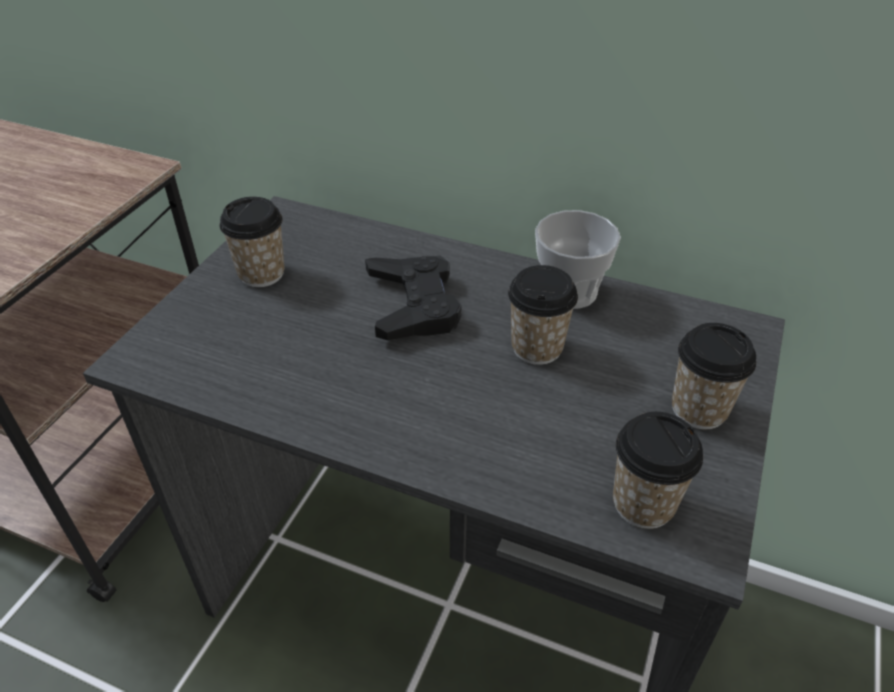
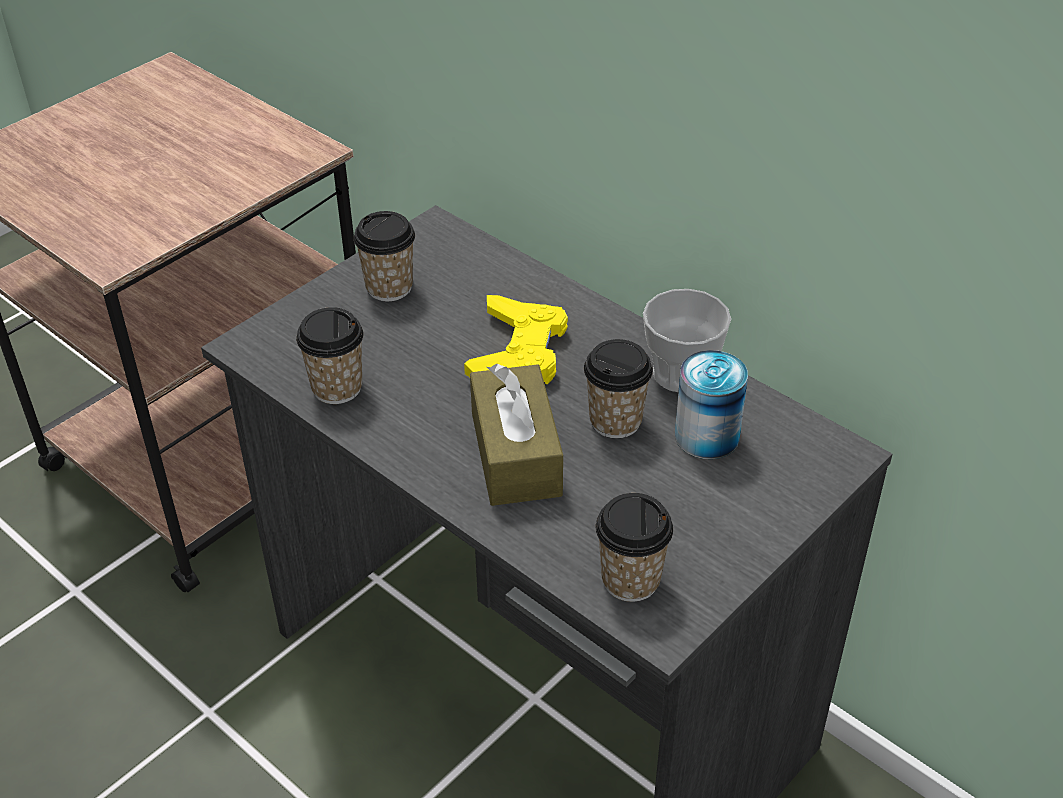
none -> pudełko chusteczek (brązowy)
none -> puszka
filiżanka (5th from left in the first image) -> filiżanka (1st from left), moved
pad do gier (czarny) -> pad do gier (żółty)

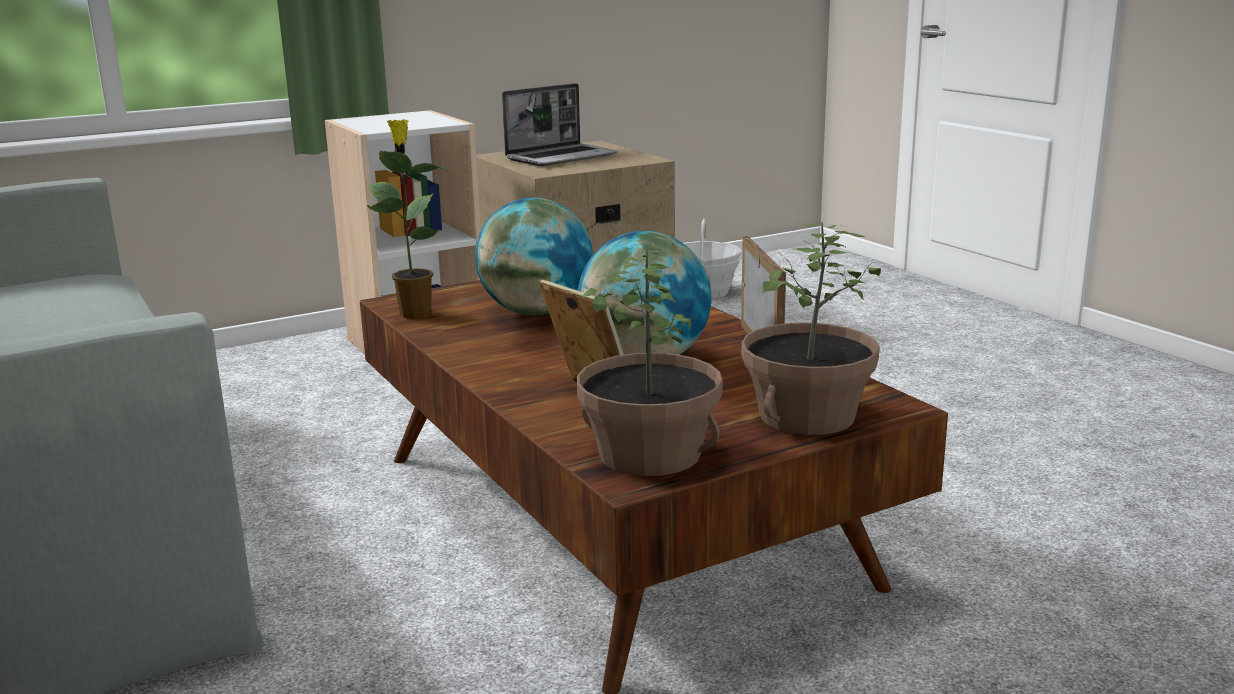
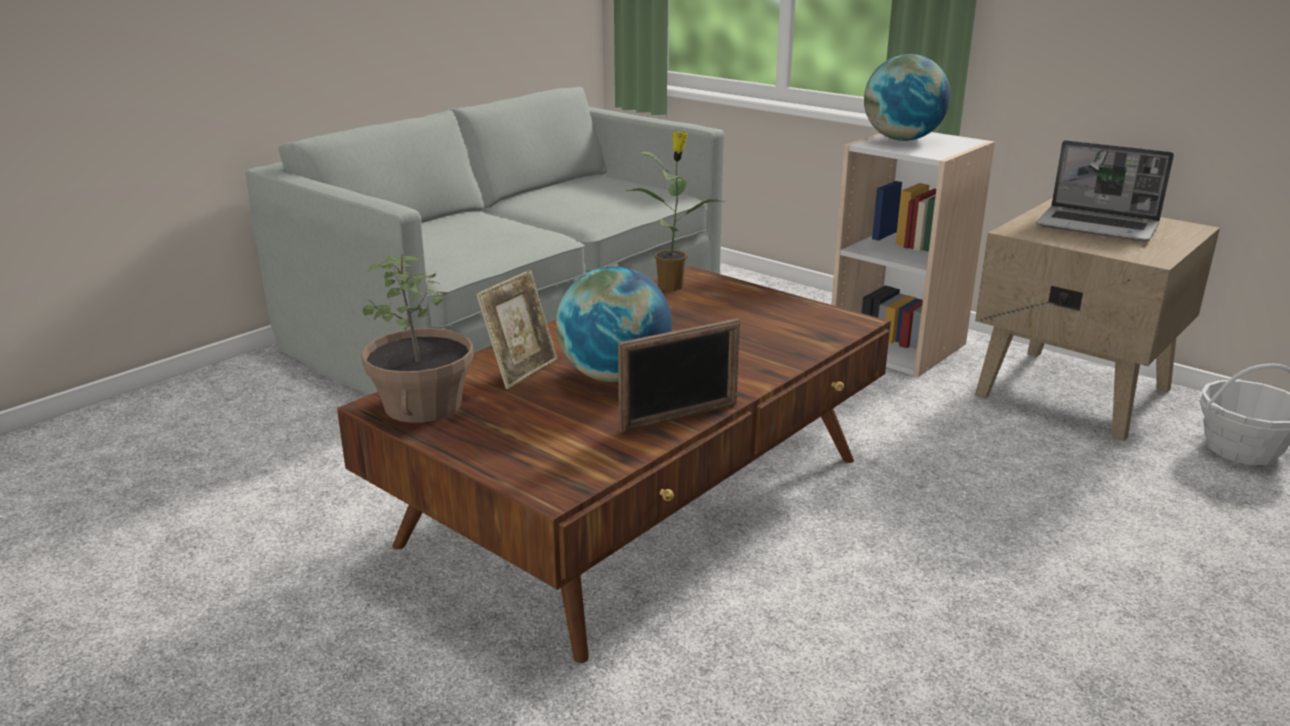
roślina doniczkowa (3rd from left) -> none
globus (1st from left in the first image) -> globus (2nd from left), moved

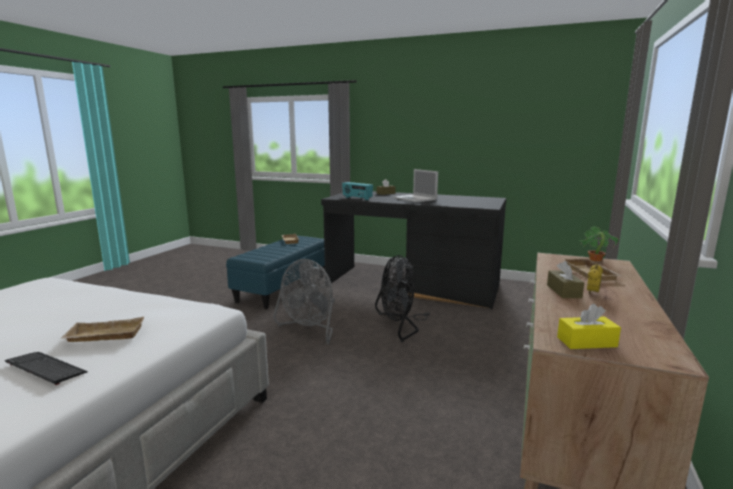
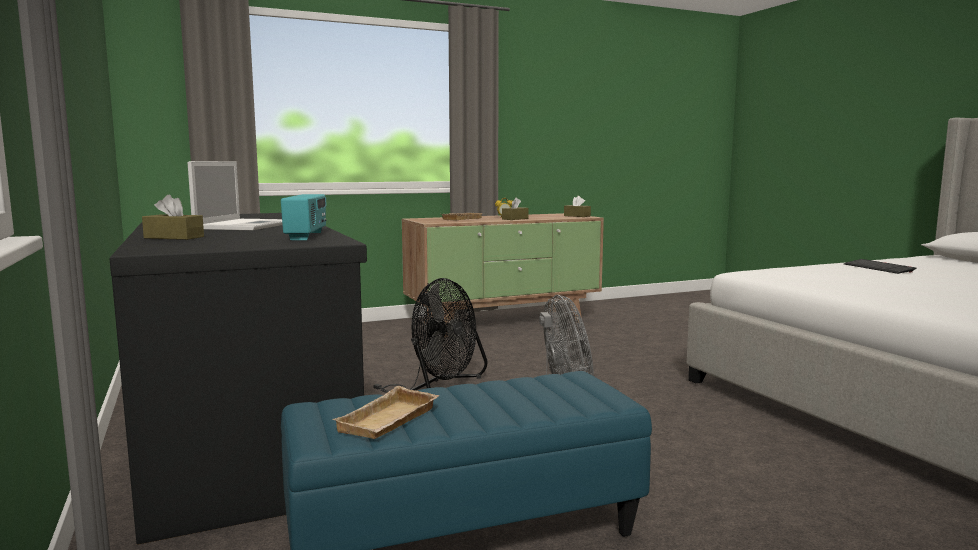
taca (beżowy) (1st from left) -> none
roślina doniczkowa -> none
pudełko chusteczek (żółty) -> pudełko chusteczek (brązowy) (3rd from left)

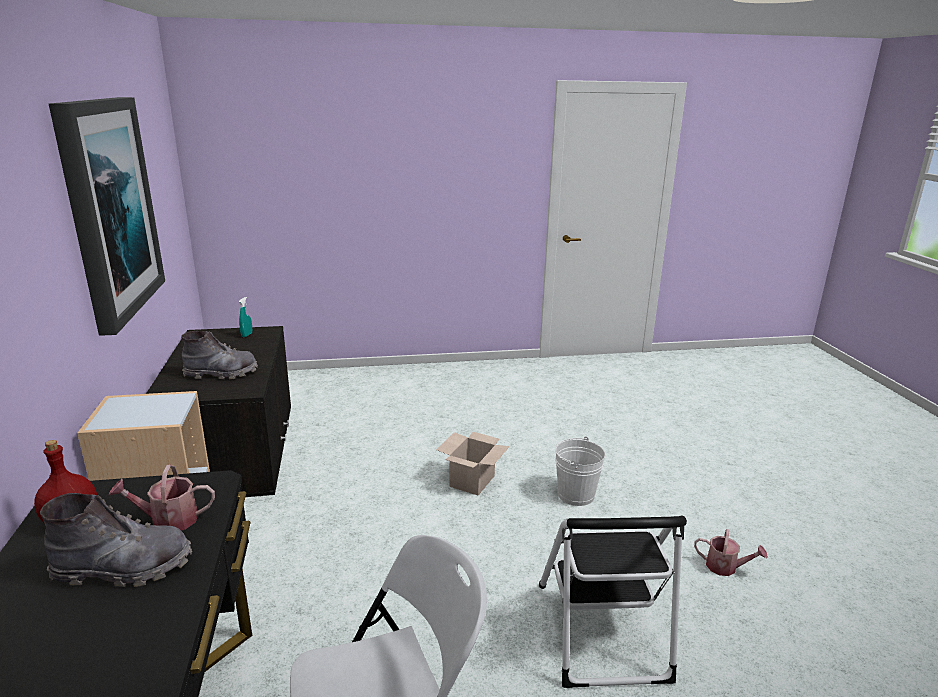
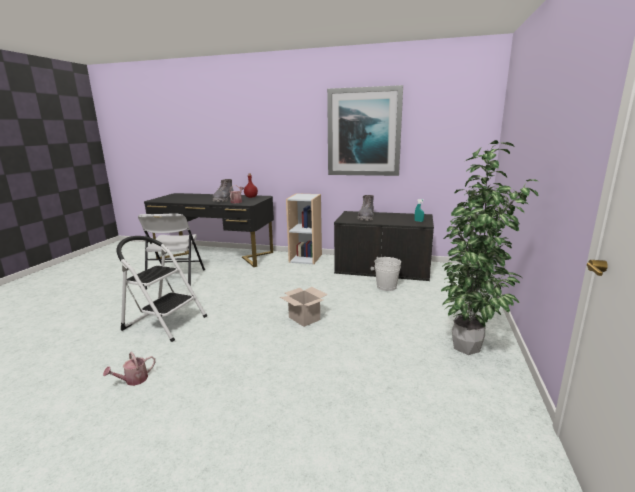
none -> roślina doniczkowa
wiadro (biały), moved

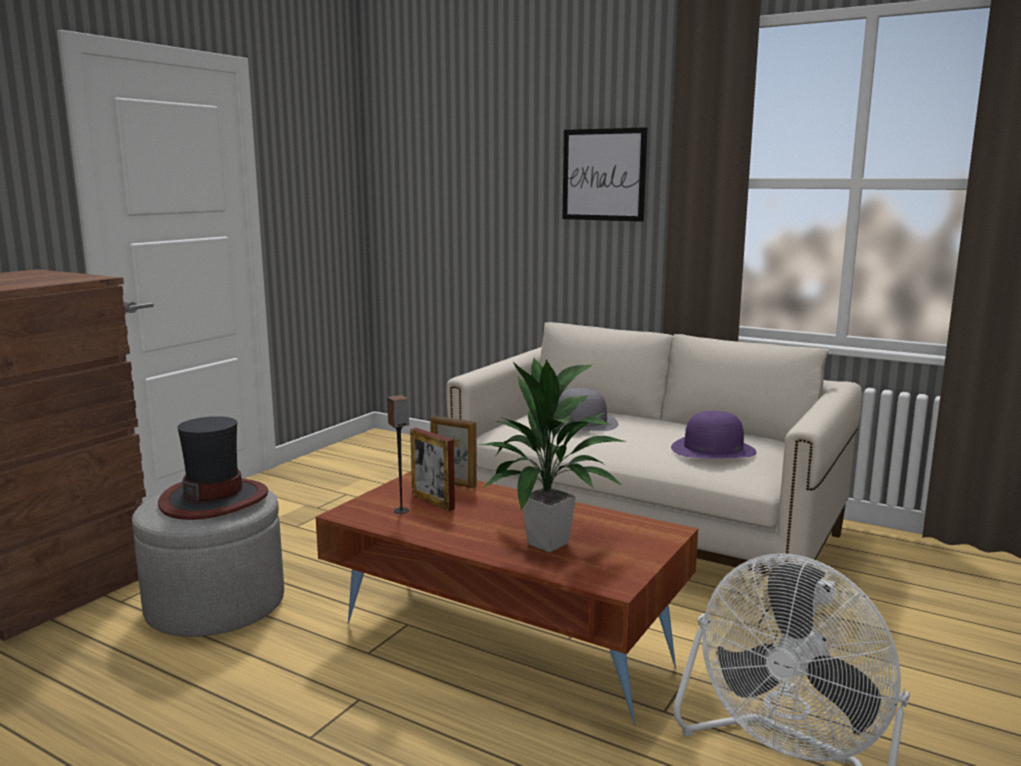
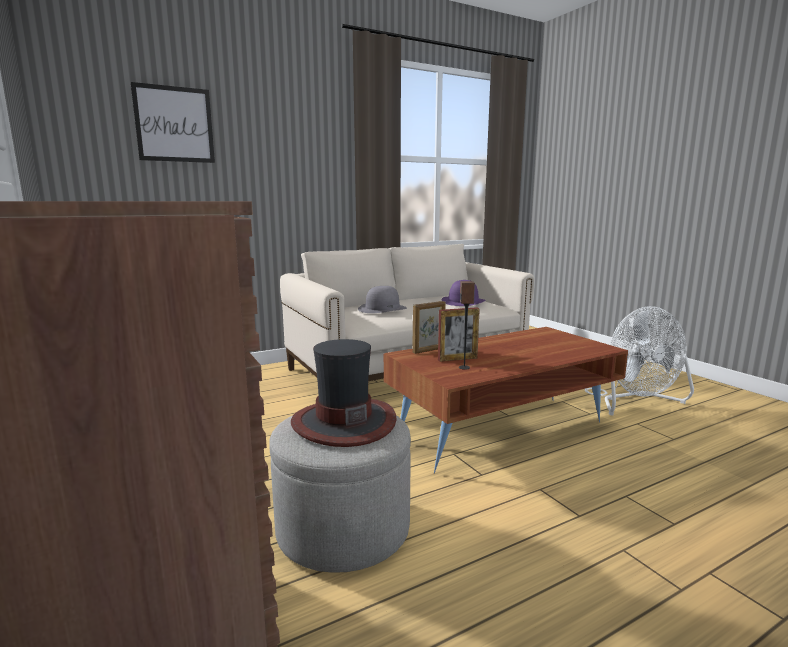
roślina doniczkowa -> none
obraz, moved

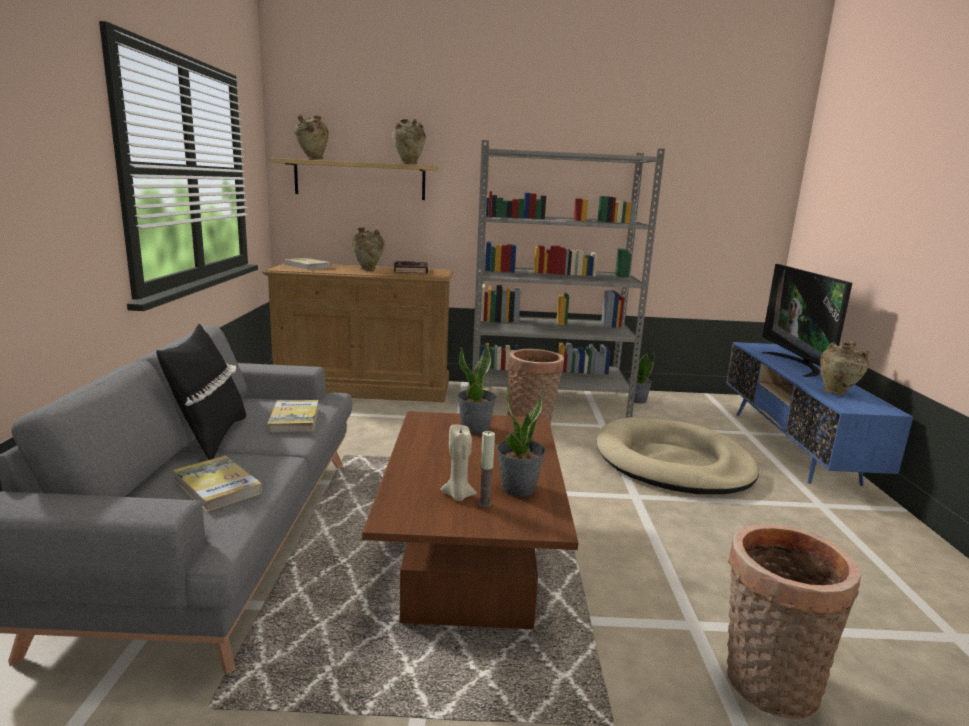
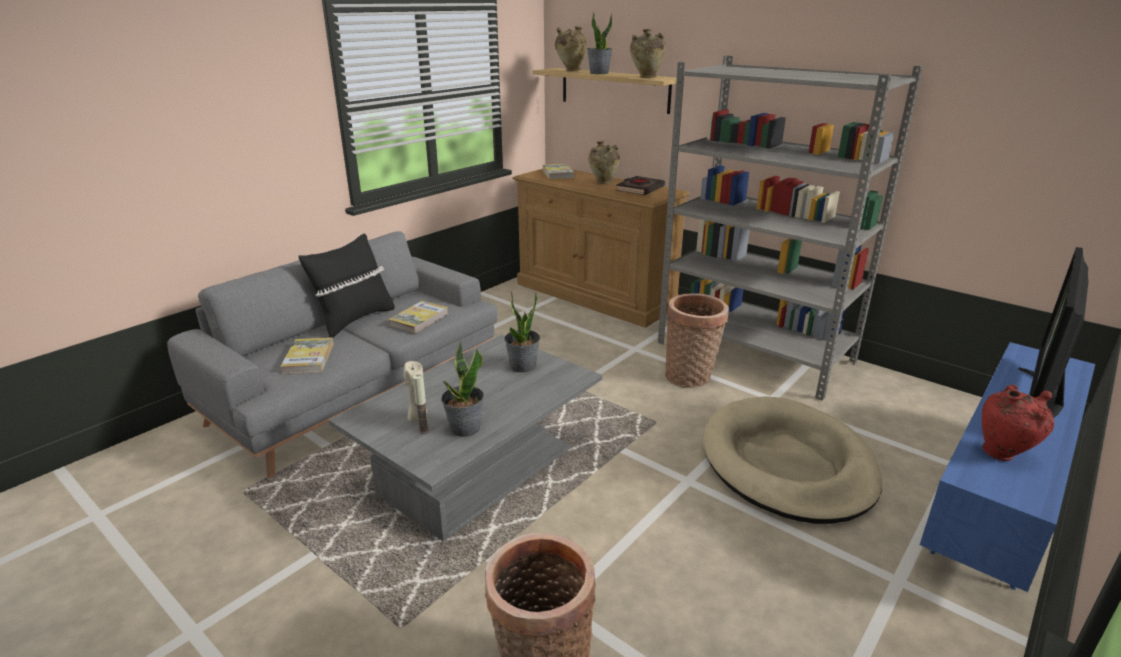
roślina doniczkowa (3rd from left), moved
ława (brązowy) -> ława (szary)
wazon (beżowy) (4th from left) -> wazon (czerwony)

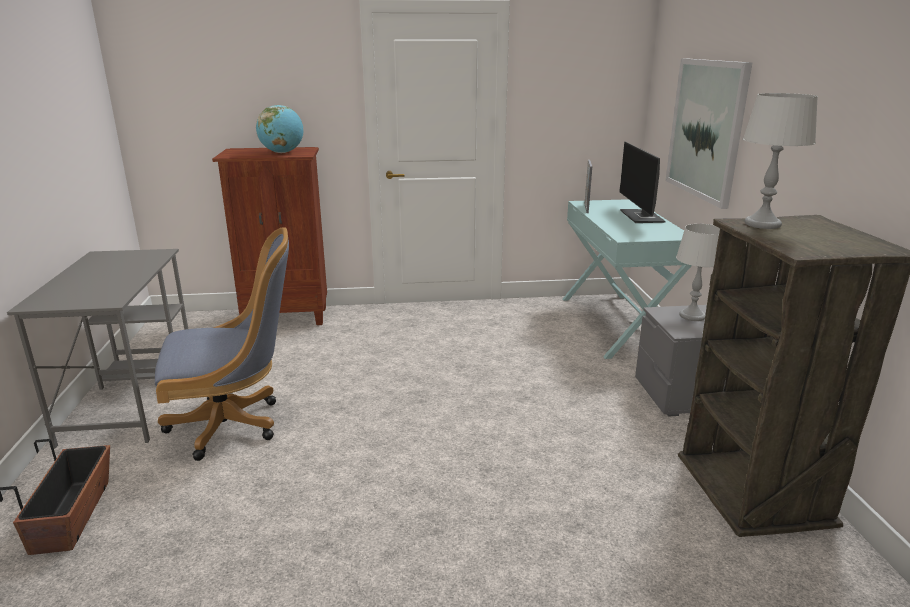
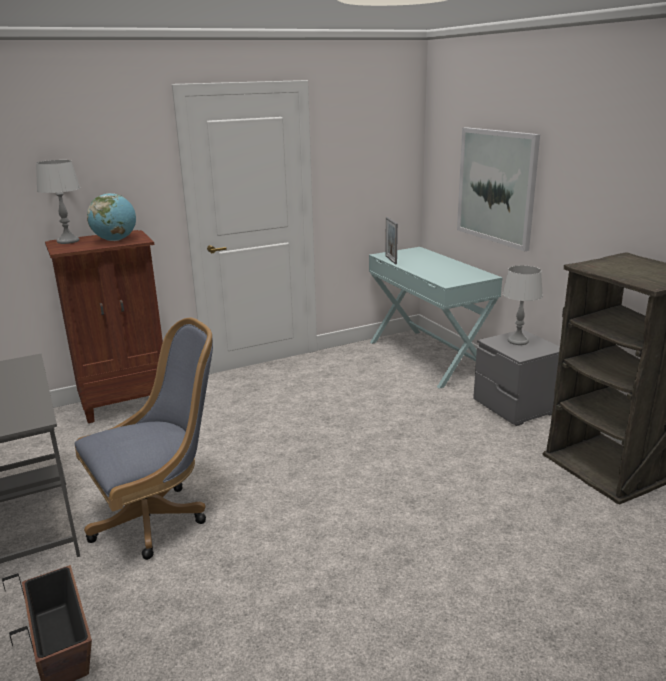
monitor -> none
lampa stołowa (szary) (2nd from left in the first image) -> lampa stołowa (szary) (1st from left), moved

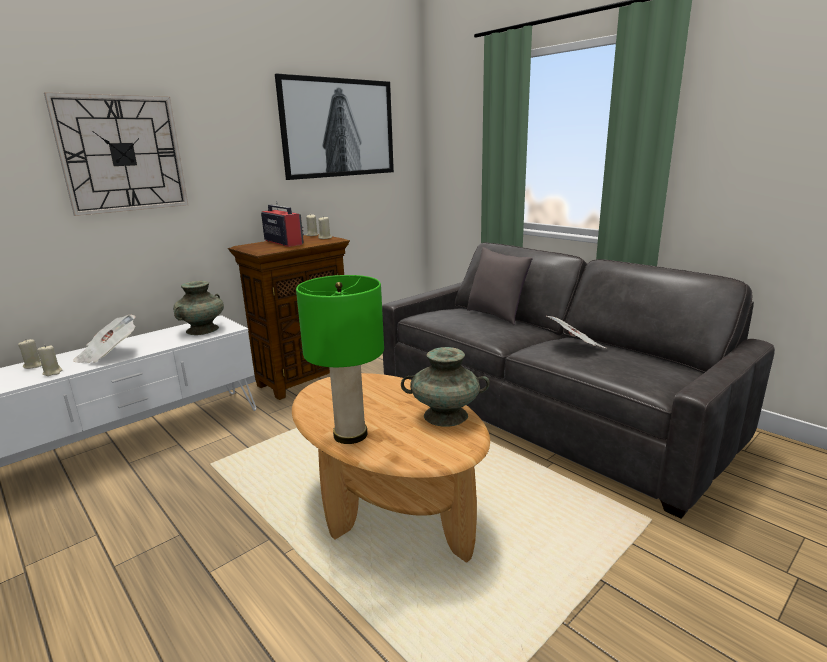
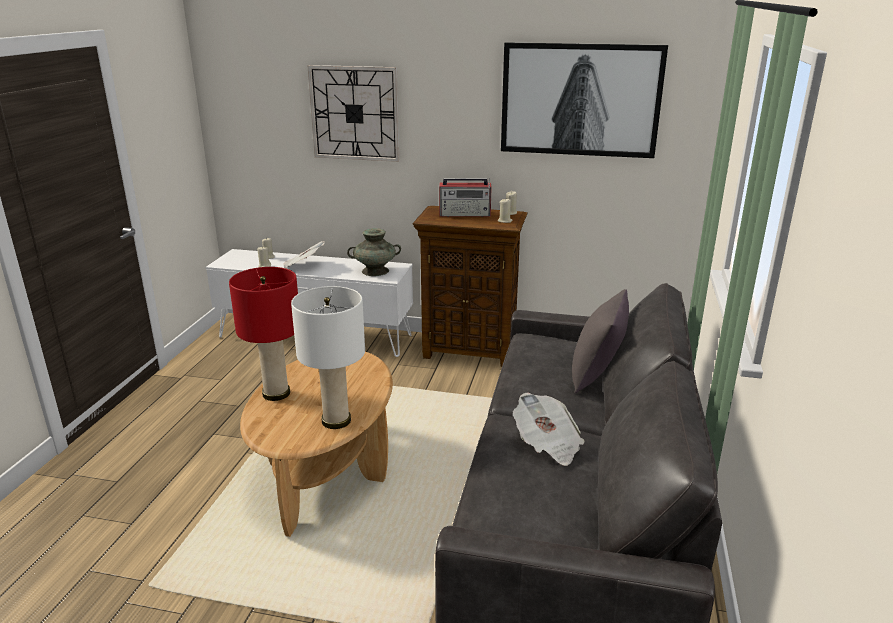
wazon (turkusowy) (2nd from left) -> lampa stołowa (biały)
lampa stołowa (zielony) -> lampa stołowa (czerwony)
radio, 75 degrees clockwise

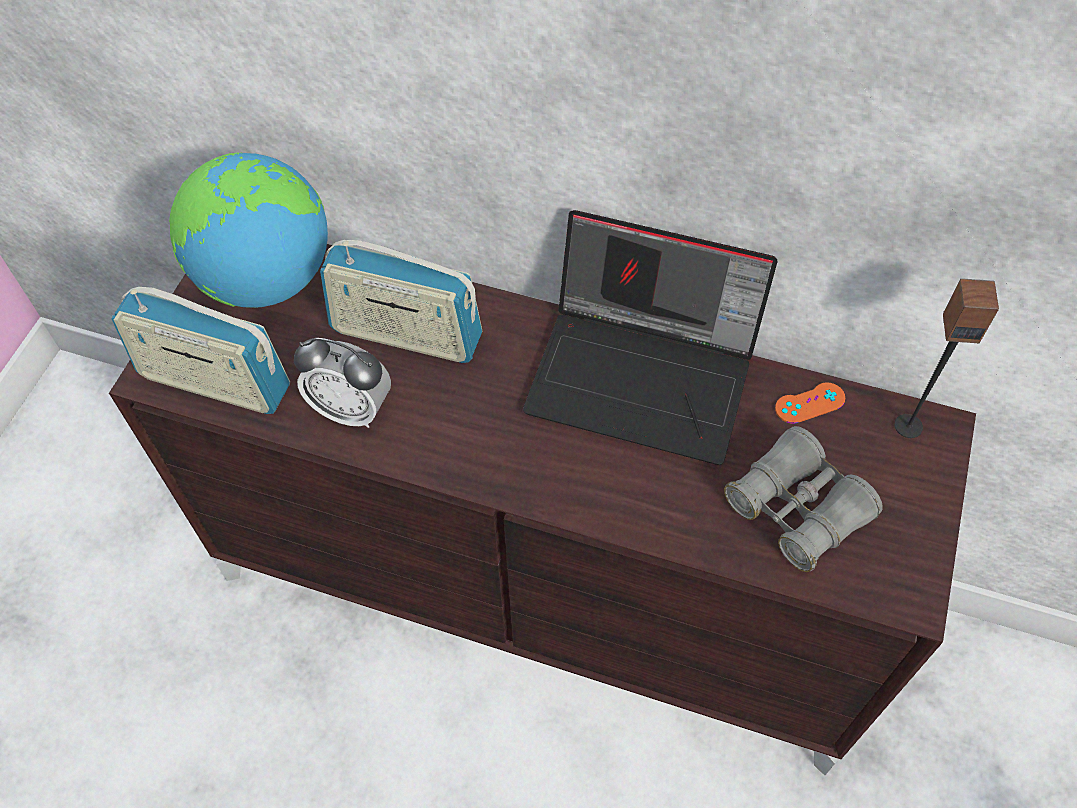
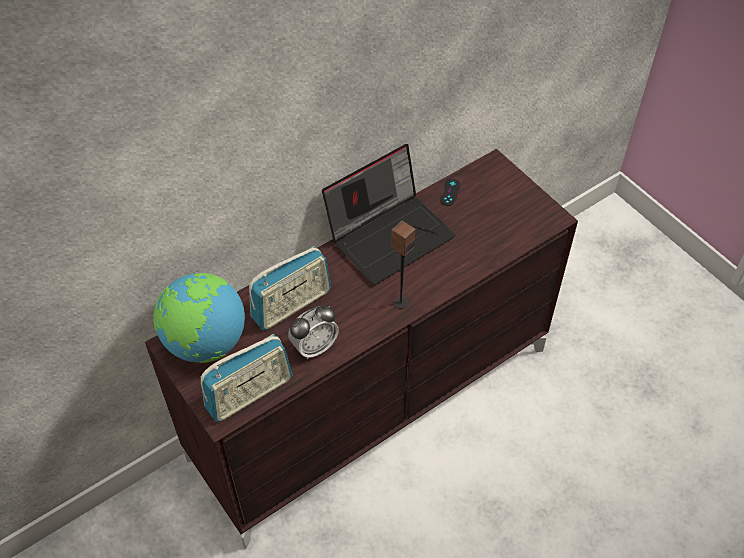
lornetka (szary) -> none
głośnik, moved
pad do gier (pomarańczowy) -> pad do gier (czarny)

